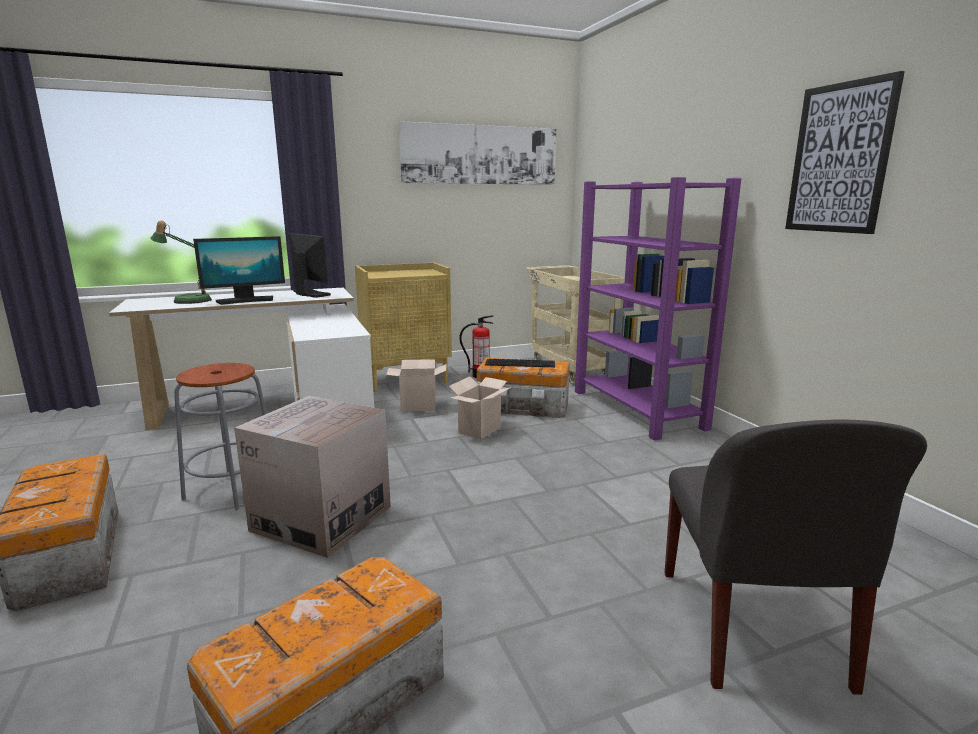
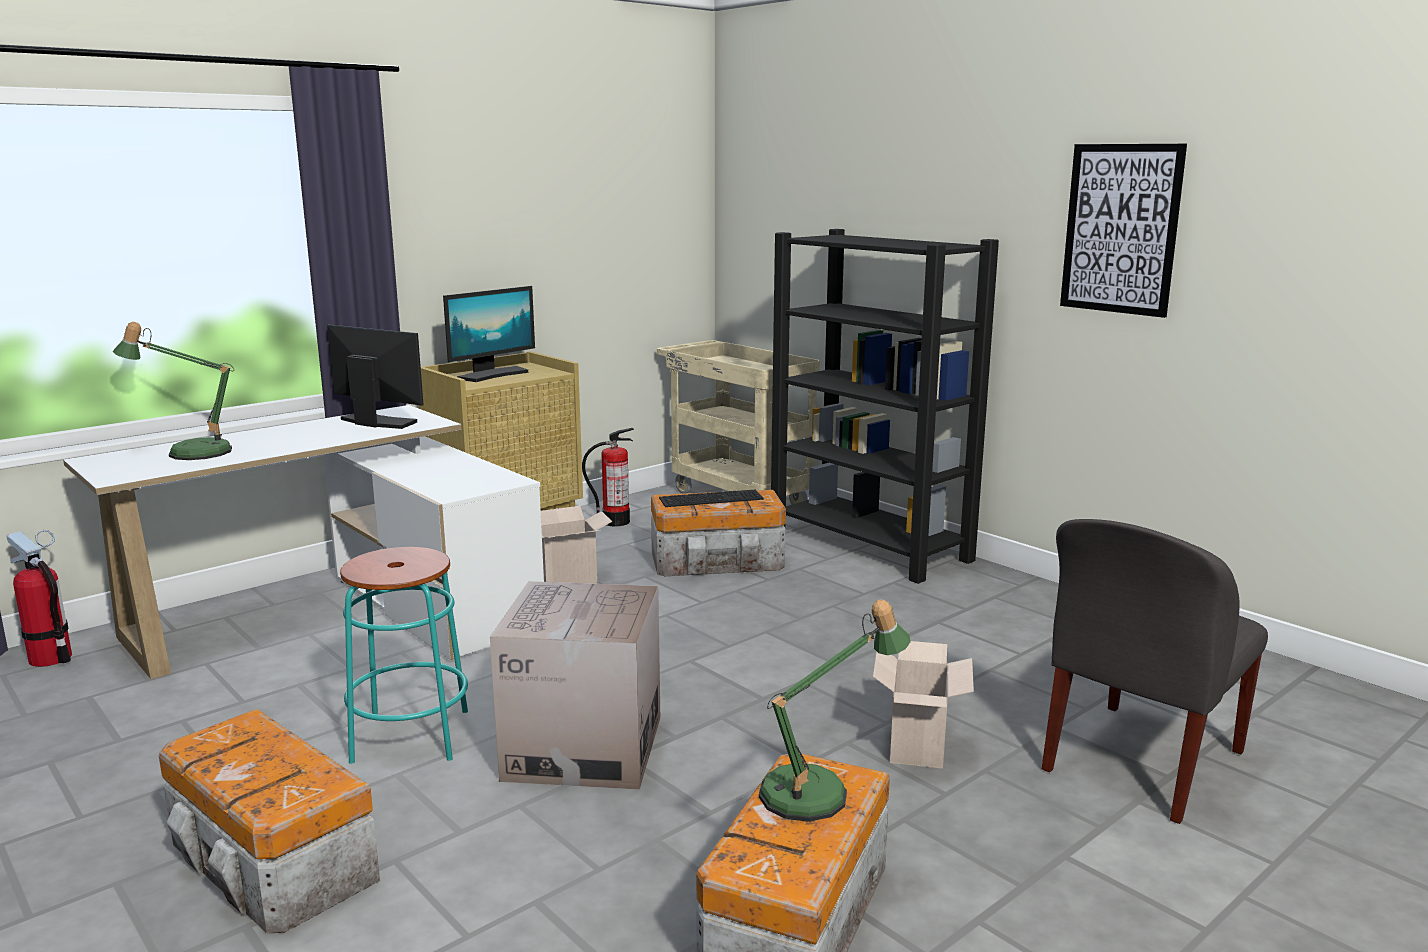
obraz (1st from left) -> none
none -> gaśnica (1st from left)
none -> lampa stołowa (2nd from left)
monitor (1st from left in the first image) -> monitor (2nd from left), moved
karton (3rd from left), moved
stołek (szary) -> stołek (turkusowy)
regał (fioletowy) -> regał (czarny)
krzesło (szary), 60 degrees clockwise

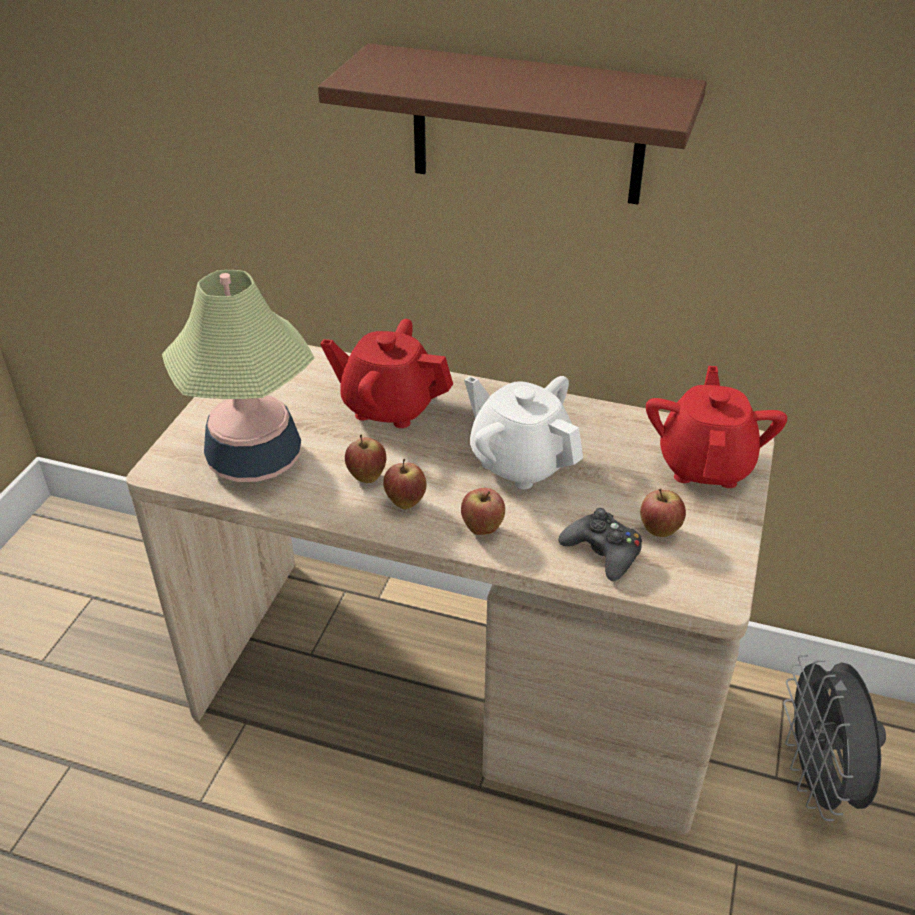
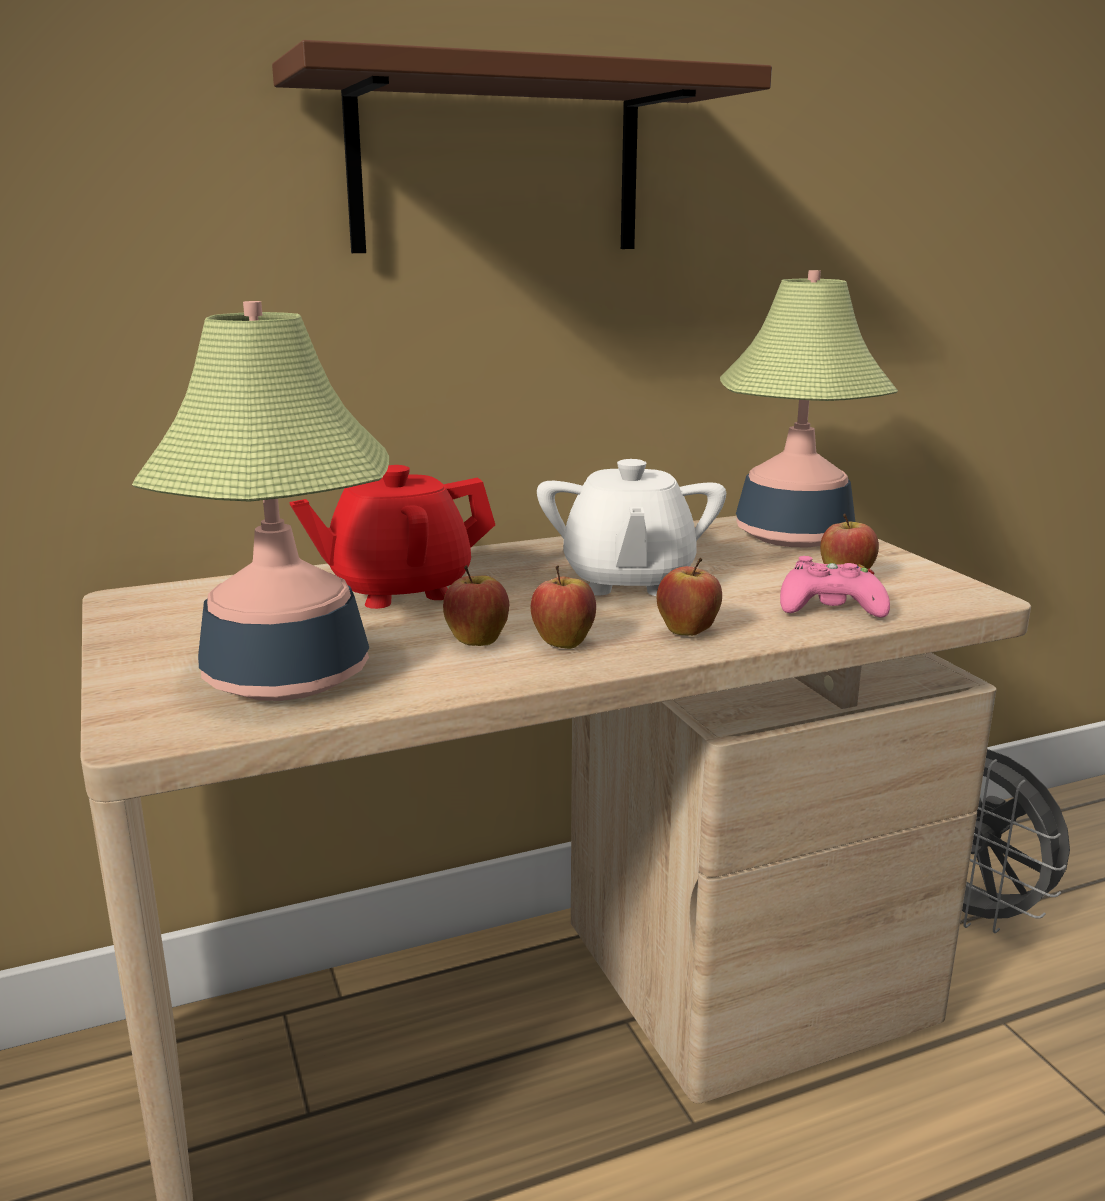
imbryk (czerwony) (2nd from left) -> lampa stołowa (2nd from left)
pad do gier (czarny) -> pad do gier (różowy)
imbryk (biały), 90 degrees counterclockwise

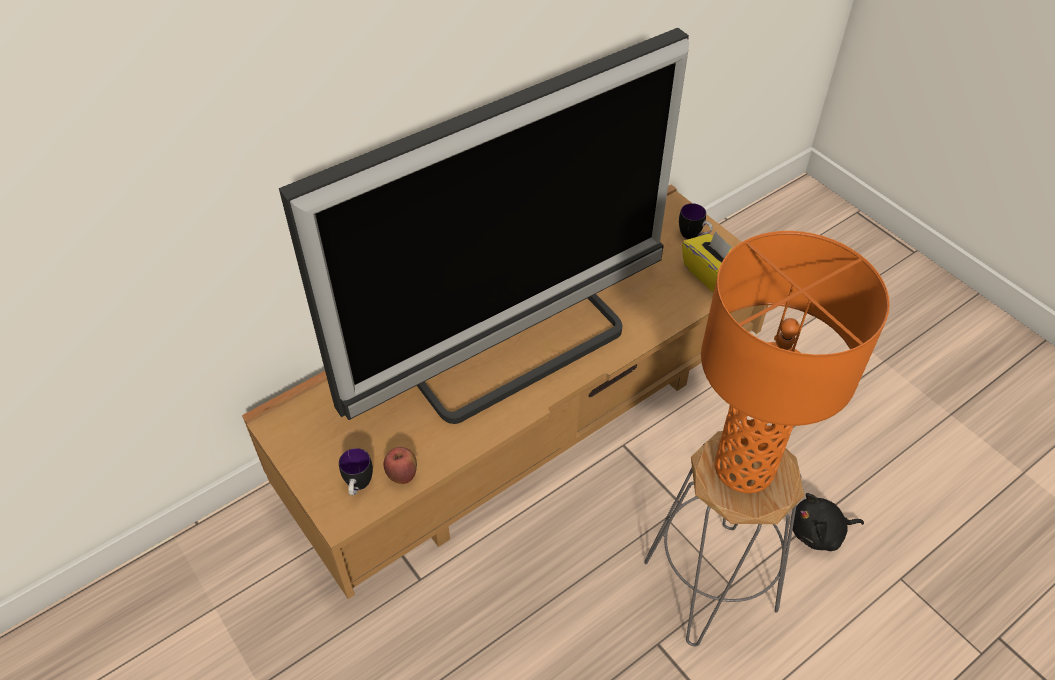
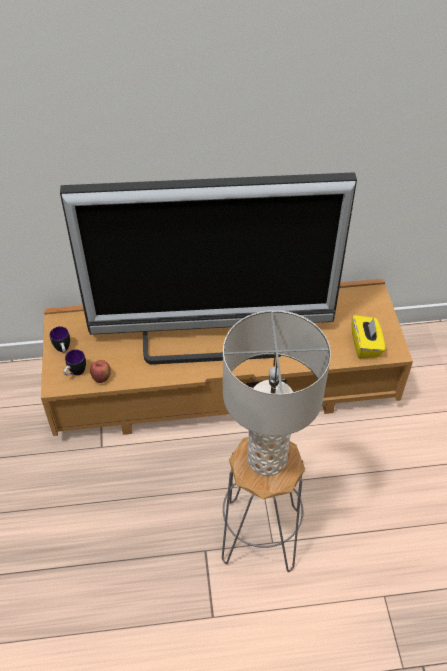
pluszak (czarny) -> none
kubek (2nd from left in the first image) -> kubek (1st from left), moved
lampa stołowa (pomarańczowy) -> lampa stołowa (biały)

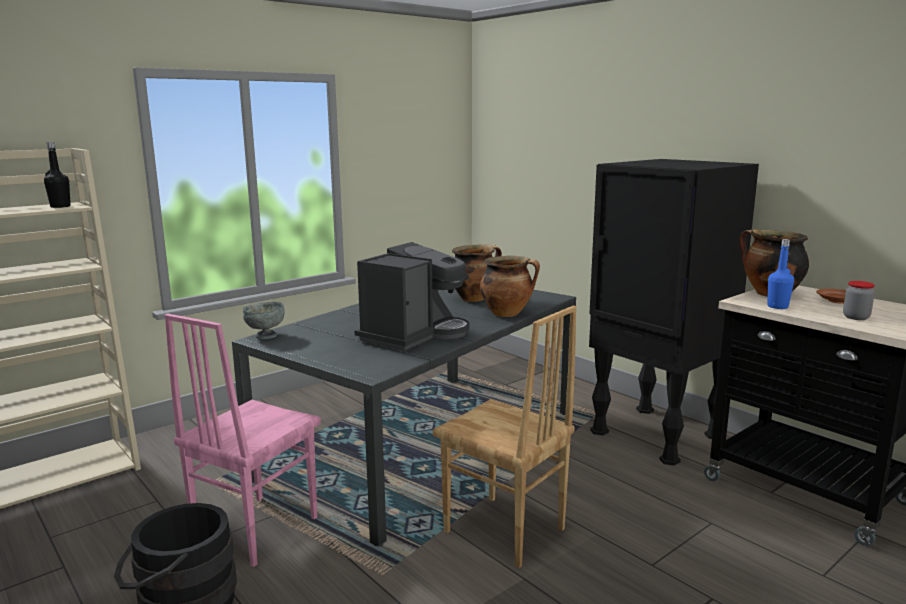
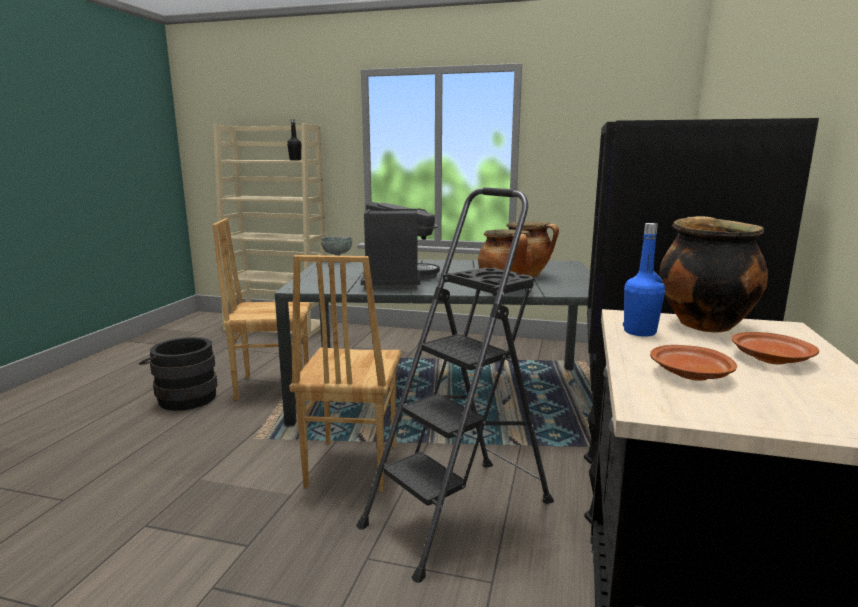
none -> drabinka
słoik -> talerz (brązowy) (1st from left)
krzesło (różowy) -> krzesło (brązowy) (1st from left)
ekspres do kawy, 90 degrees counterclockwise

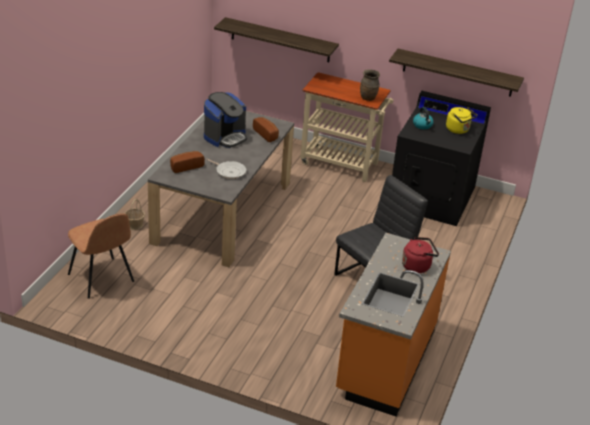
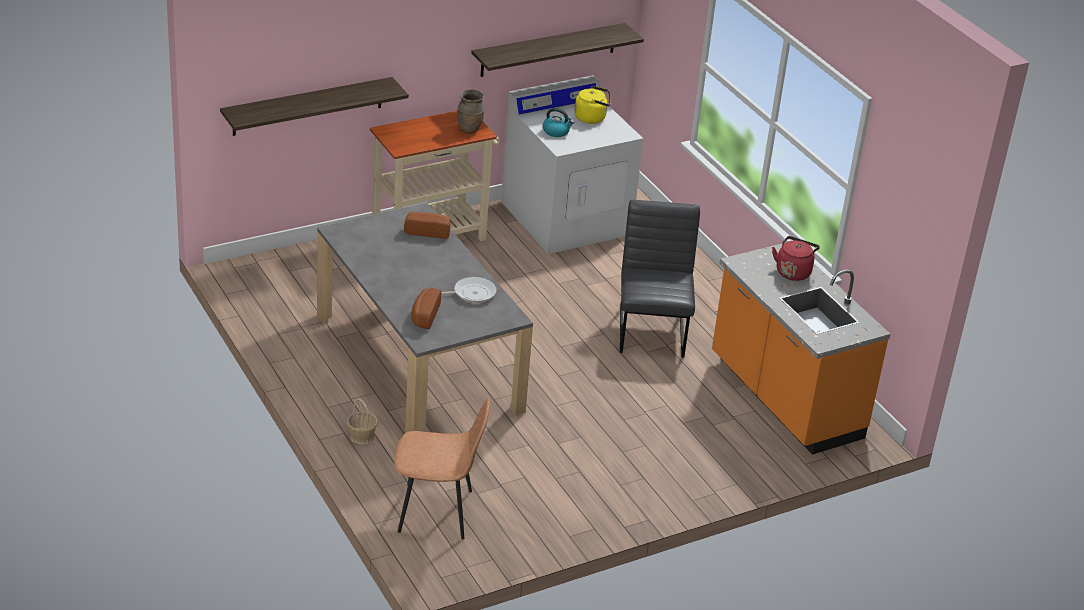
ekspres do kawy -> none
pralka (czarny) -> pralka (biały)

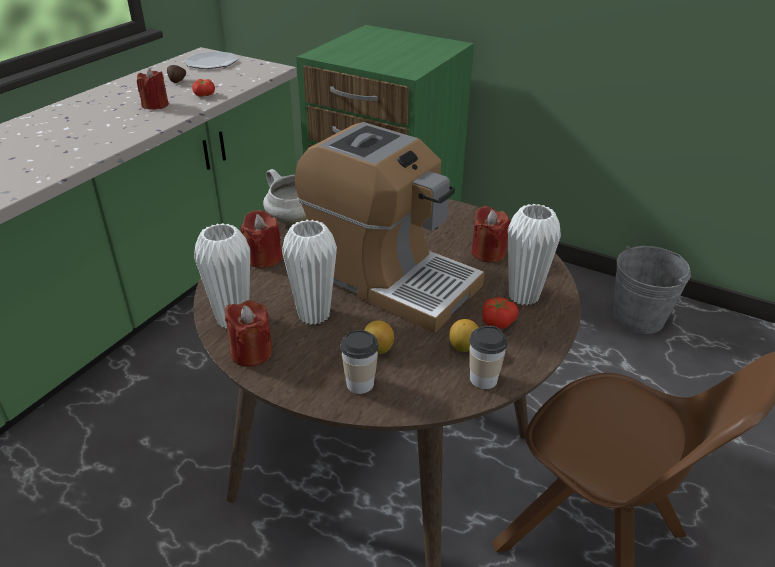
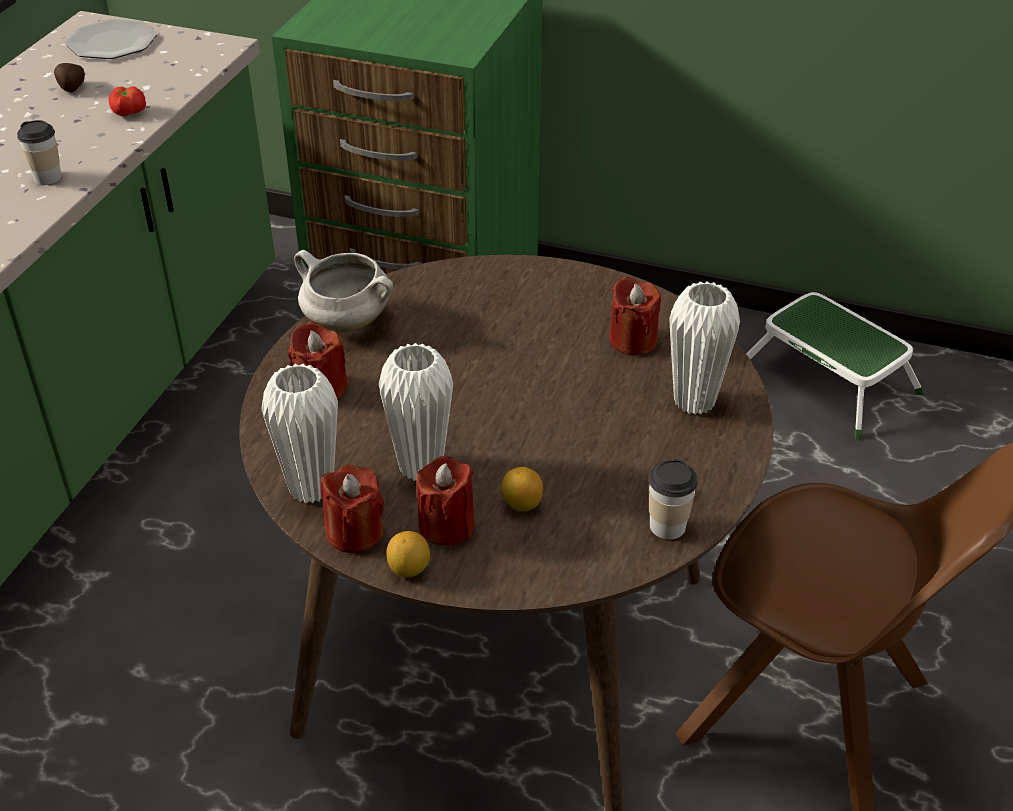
ekspres do kawy -> none
pomidor (2nd from left) -> none
świeca (czerwony) (1st from left in the first image) -> świeca (czerwony) (3rd from left), moved
filiżanka (1st from left), moved
cytryna (2nd from left in the first image) -> cytryna (1st from left), moved
wiadro (szary) -> drabinka (zielony)

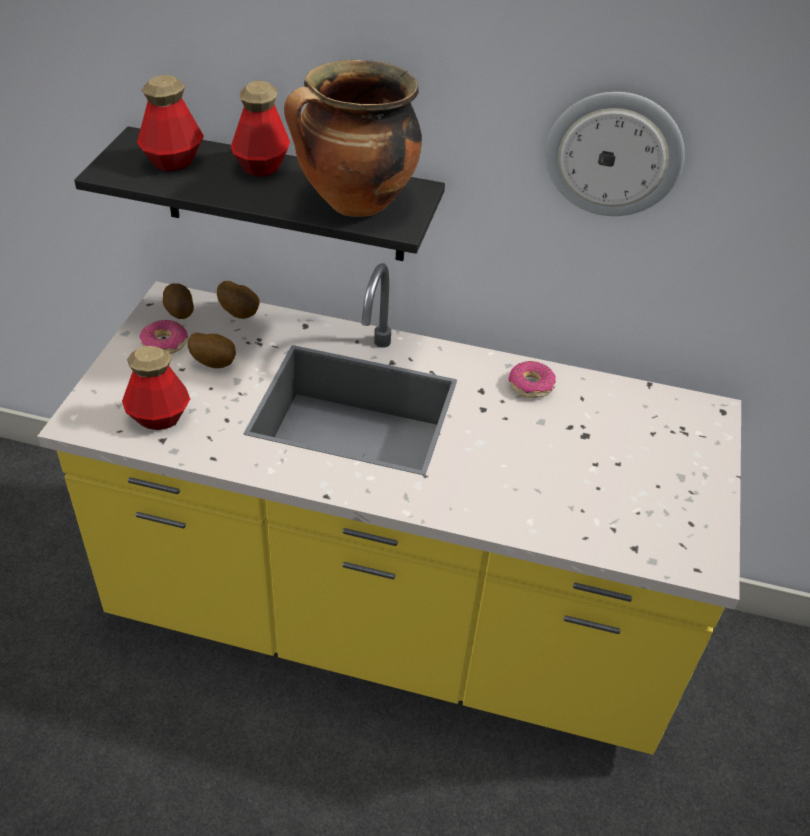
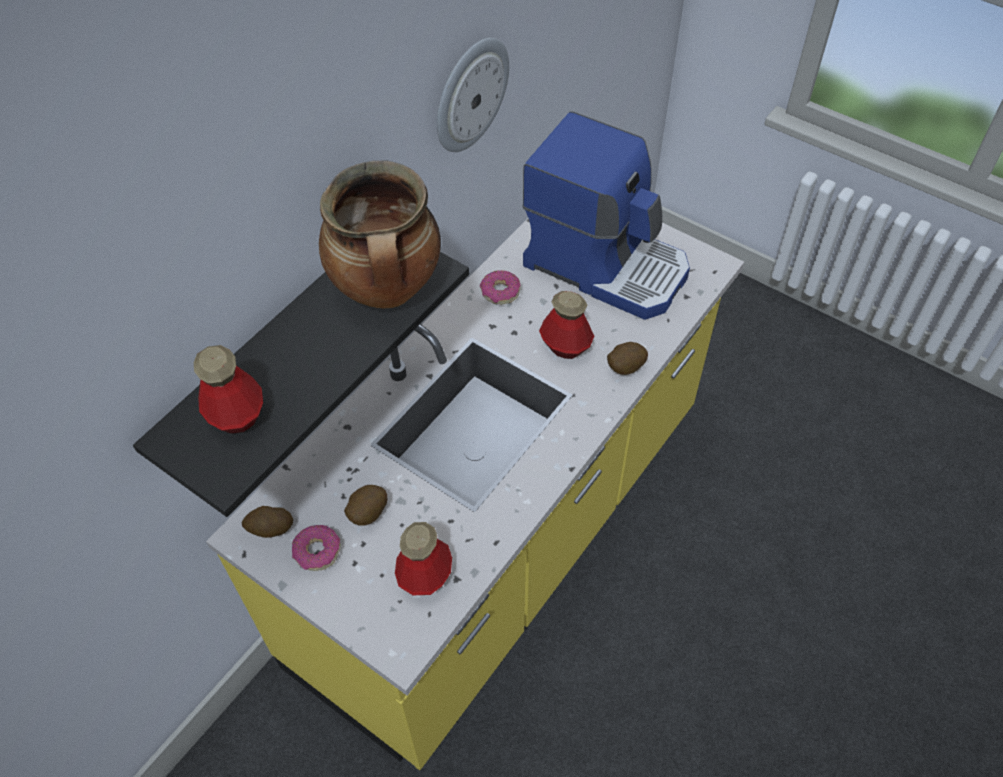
none -> ekspres do kawy
ziemniak (3rd from left), moved
butelka (3rd from left), moved

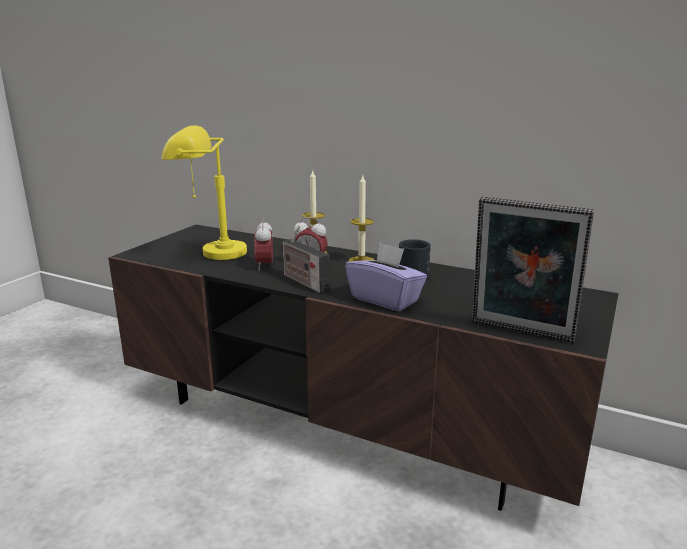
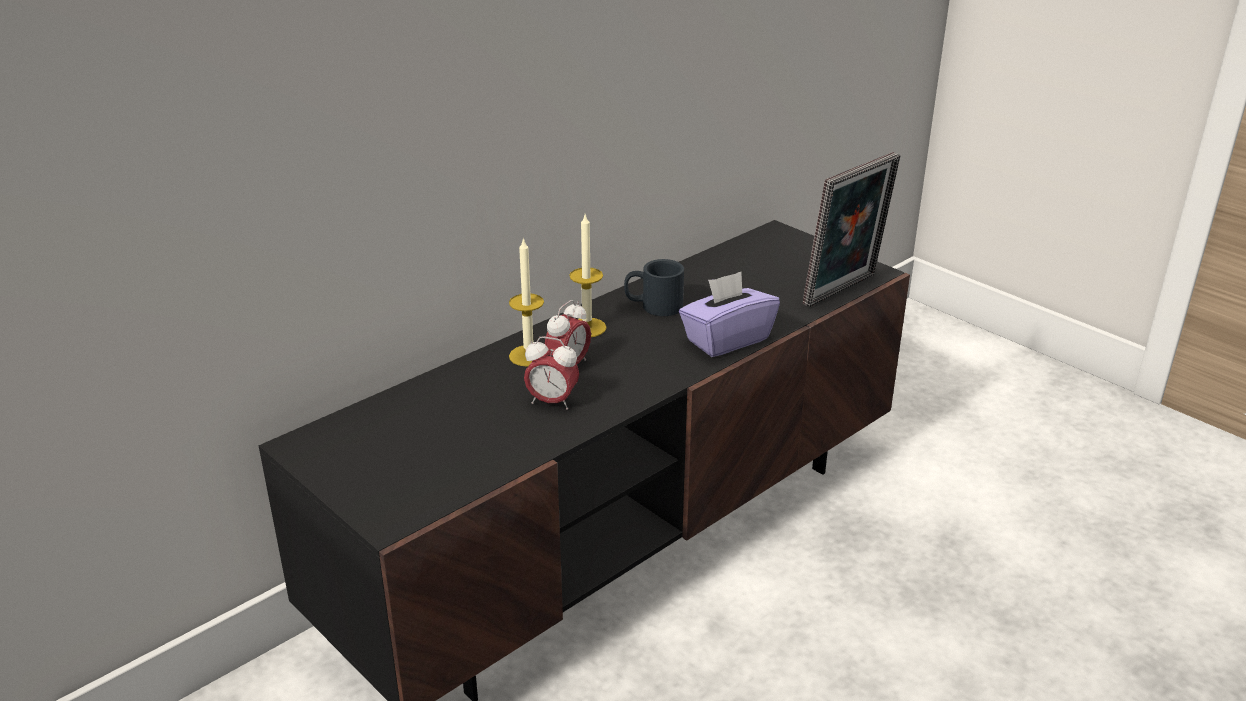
lampa stołowa (żółty) -> none
radio -> none

